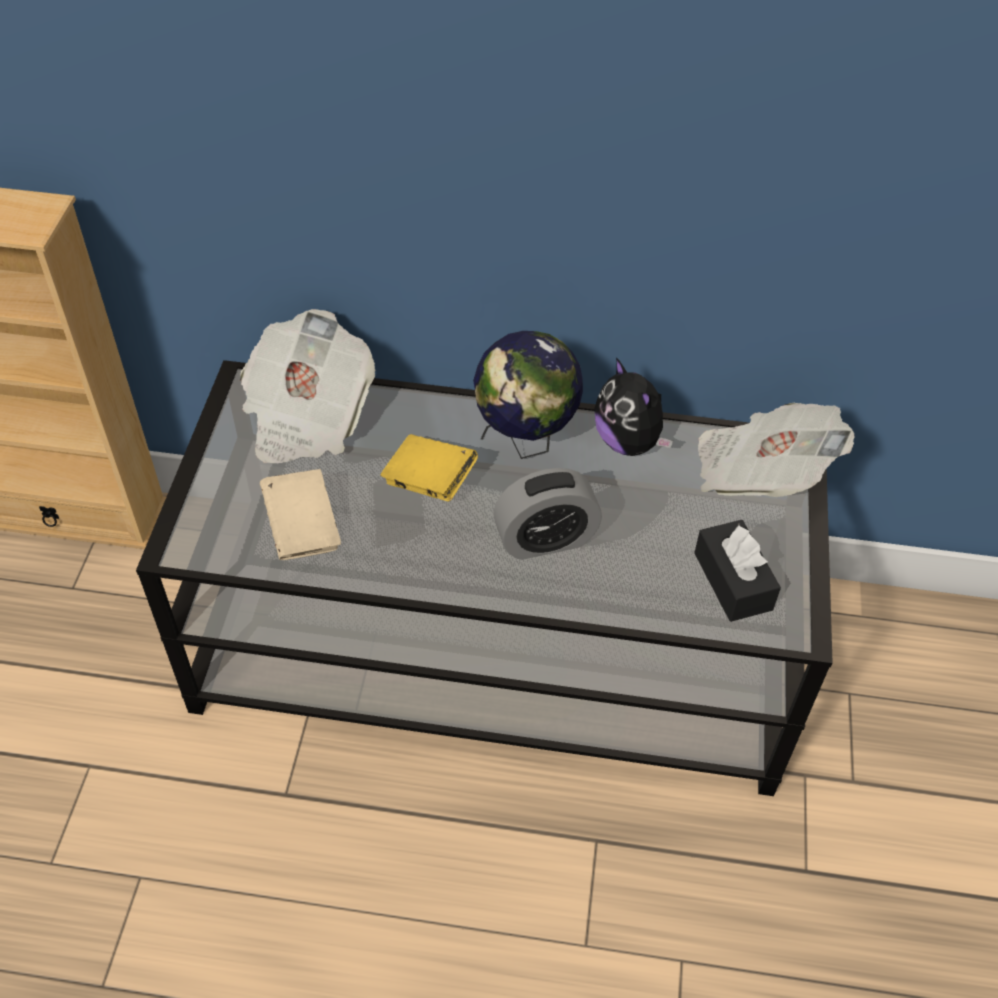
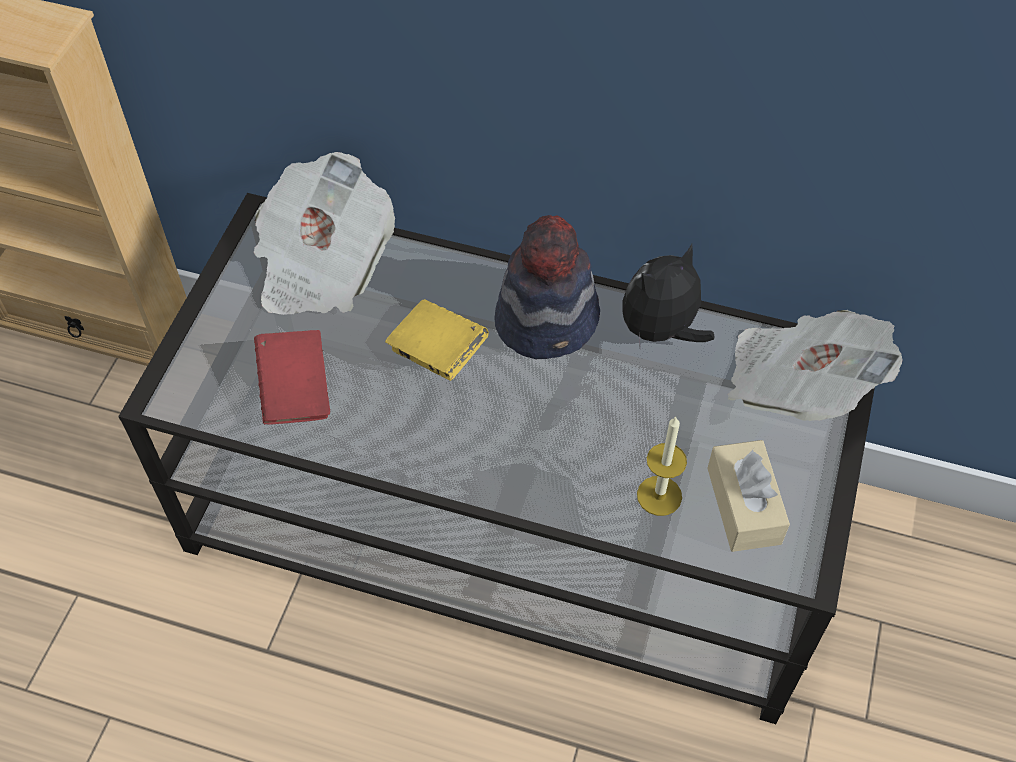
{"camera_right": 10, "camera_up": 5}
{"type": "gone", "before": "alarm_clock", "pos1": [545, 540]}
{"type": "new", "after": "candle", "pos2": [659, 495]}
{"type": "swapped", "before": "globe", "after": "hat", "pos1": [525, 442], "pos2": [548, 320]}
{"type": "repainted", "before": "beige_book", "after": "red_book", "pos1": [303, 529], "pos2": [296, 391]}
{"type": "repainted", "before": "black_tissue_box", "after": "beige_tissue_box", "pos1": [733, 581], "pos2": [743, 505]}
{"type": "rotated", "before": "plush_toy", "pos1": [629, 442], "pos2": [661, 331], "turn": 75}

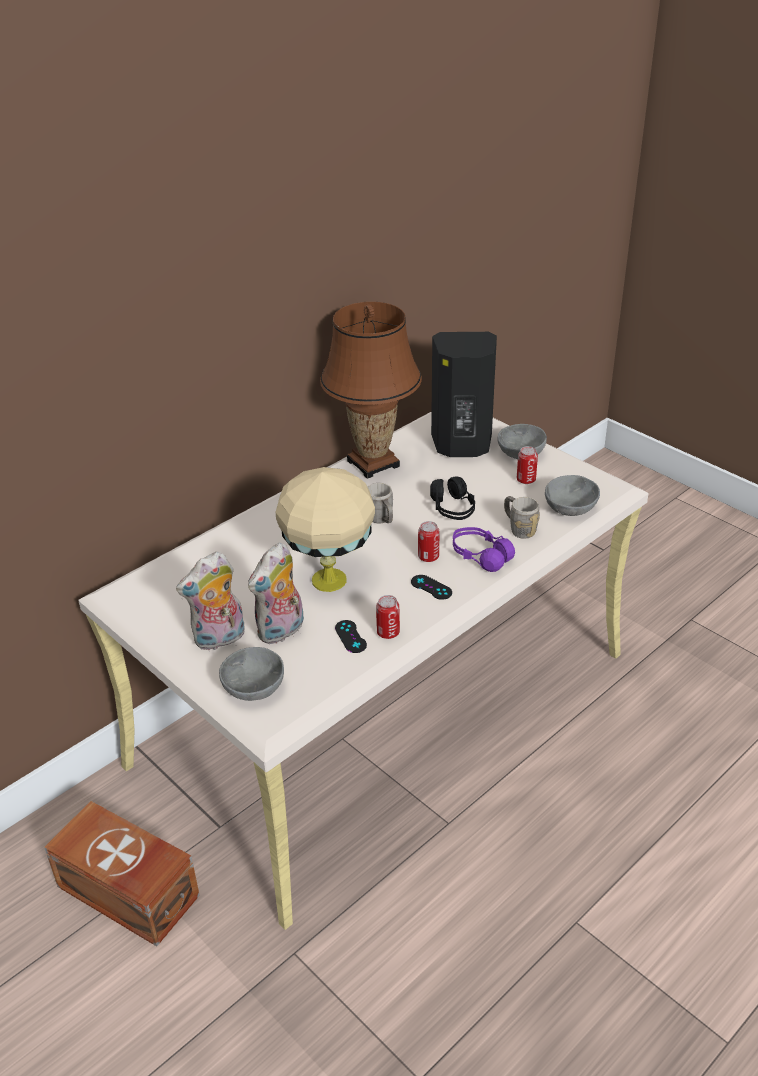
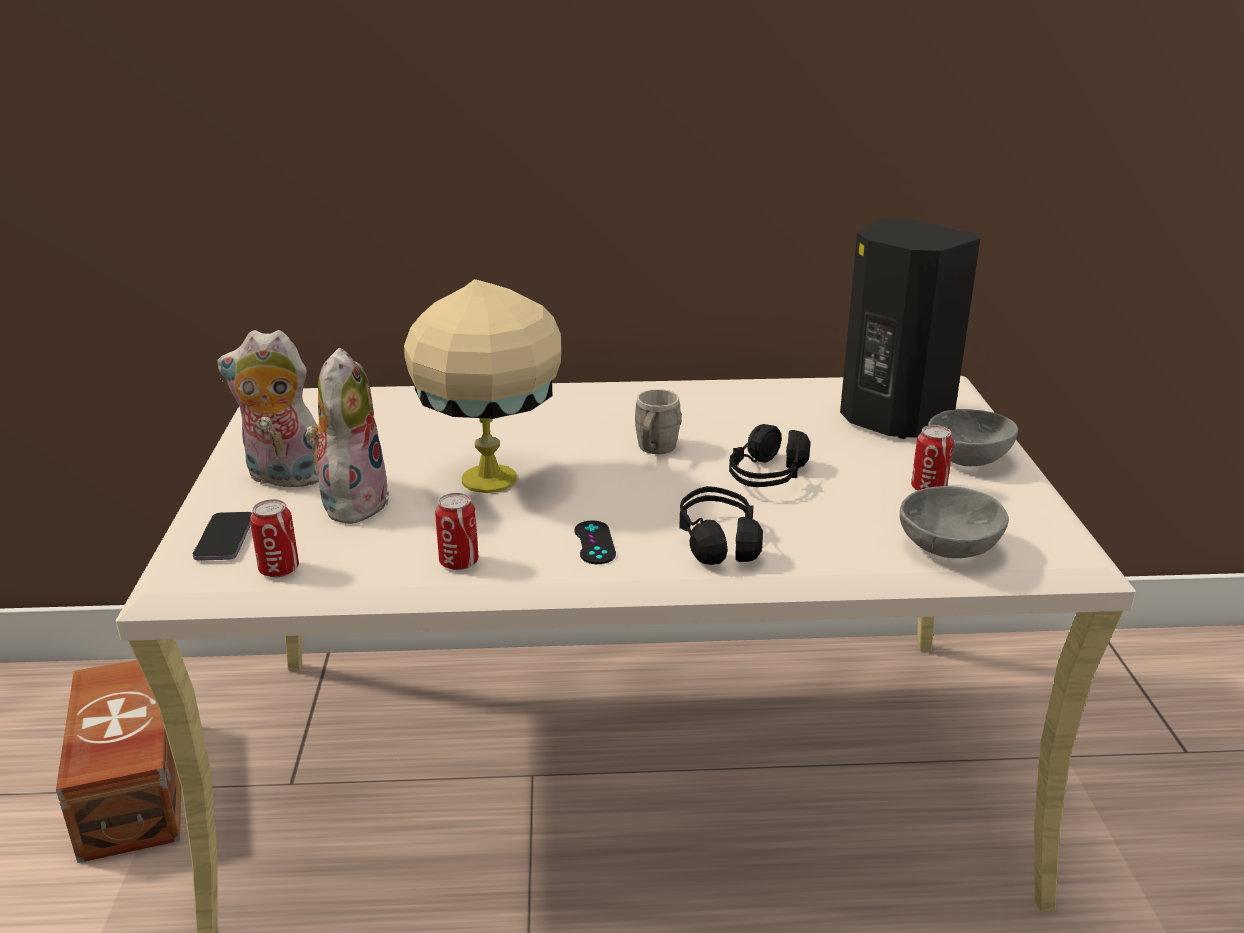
{"camera_right": 40, "camera_up": -10}
{"type": "gone", "before": "brown_table_lamp", "pos1": [373, 463]}
{"type": "gone", "before": "black_game_controller", "pos1": [350, 636]}
{"type": "gone", "before": "grey_mug", "pos1": [519, 528]}
{"type": "shifted", "before": "can", "pos1": [428, 557], "pos2": [279, 569]}
{"type": "swapped", "before": "grey_bowl", "after": "phone", "pos1": [253, 689], "pos2": [225, 539]}
{"type": "repainted", "before": "purple_headphones", "after": "black_headphones", "pos1": [480, 556], "pos2": [718, 541]}
{"type": "rotated", "before": "plush_toy", "pos1": [281, 631], "pos2": [352, 501], "turn": 105}

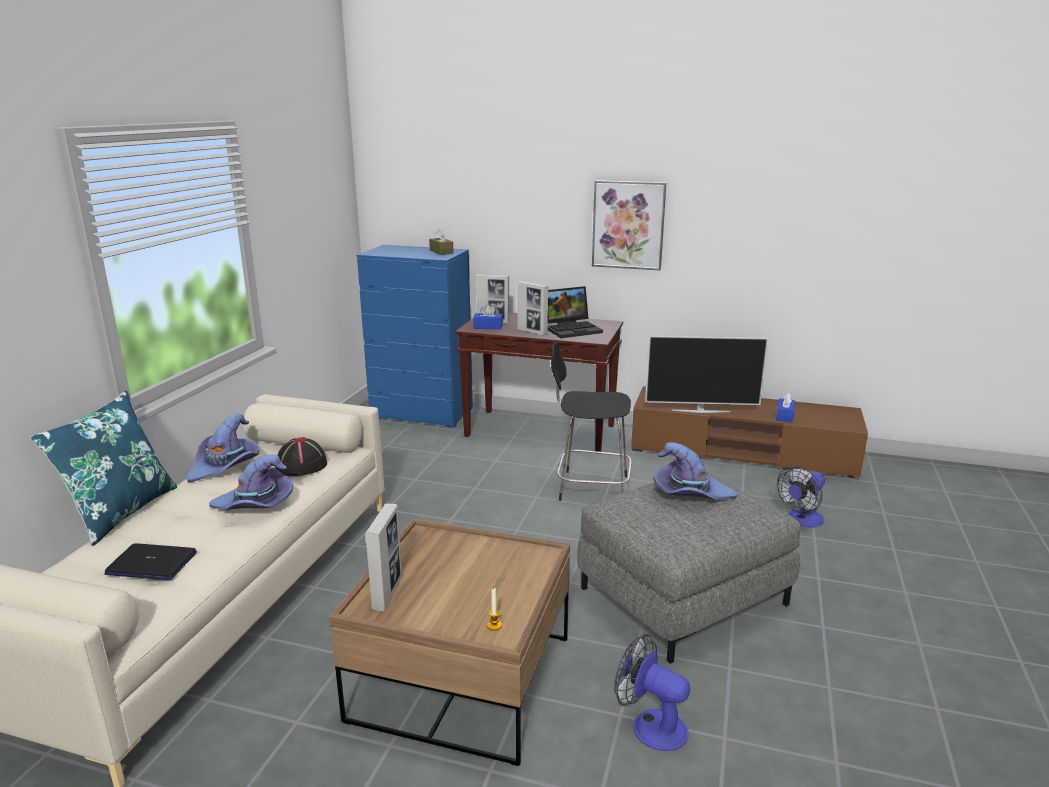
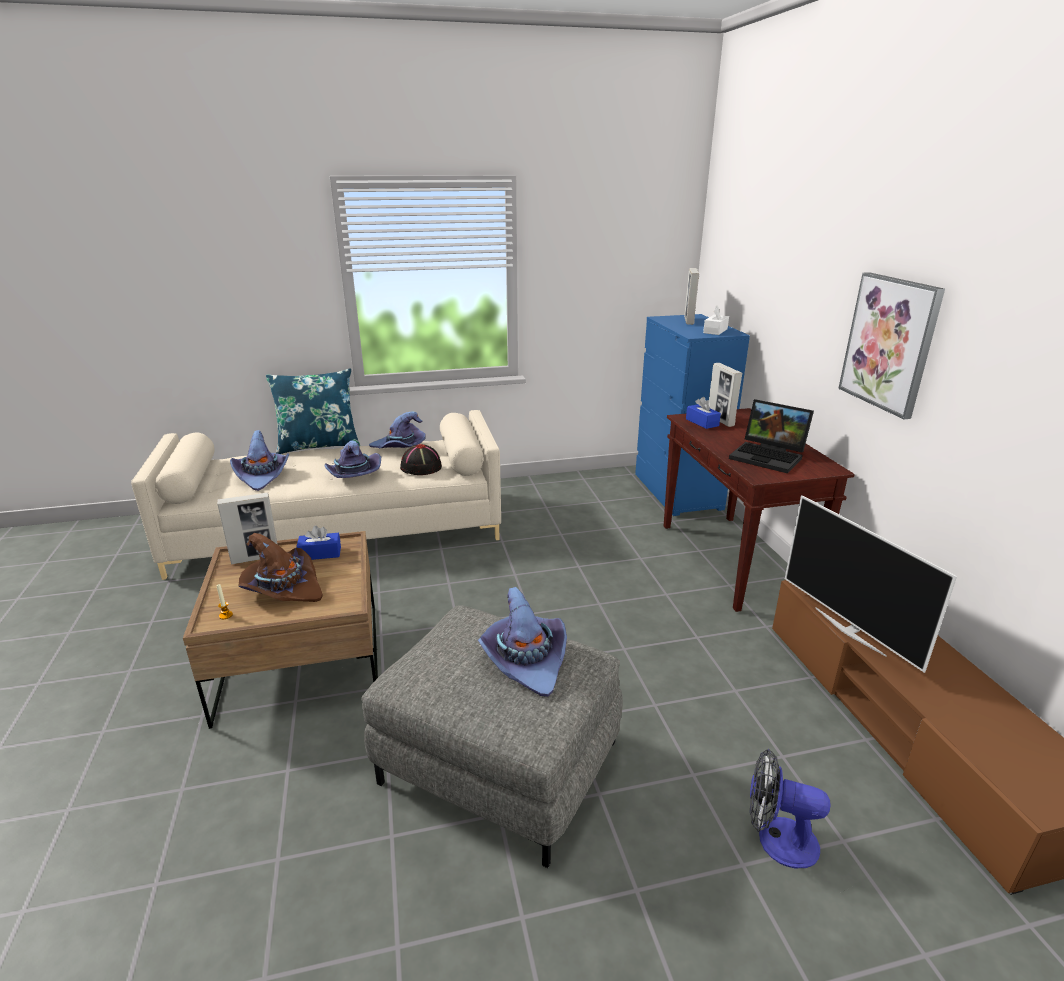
{"camera_right": 60, "camera_up": 5}
{"type": "gone", "before": "black_stool", "pos1": [590, 487]}
{"type": "gone", "before": "fan", "pos1": [650, 725]}
{"type": "new", "after": "brown_hat", "pos2": [283, 588]}
{"type": "shifted", "before": "picture_frame", "pos1": [532, 332], "pos2": [689, 321]}
{"type": "shifted", "before": "blue_tissue_box", "pos1": [784, 416], "pos2": [320, 553]}
{"type": "swapped", "before": "laptop", "after": "purple_hat", "pos1": [151, 564], "pos2": [262, 475]}
{"type": "repainted", "before": "brown_tissue_box", "after": "white_tissue_box", "pos1": [441, 252], "pos2": [715, 331]}

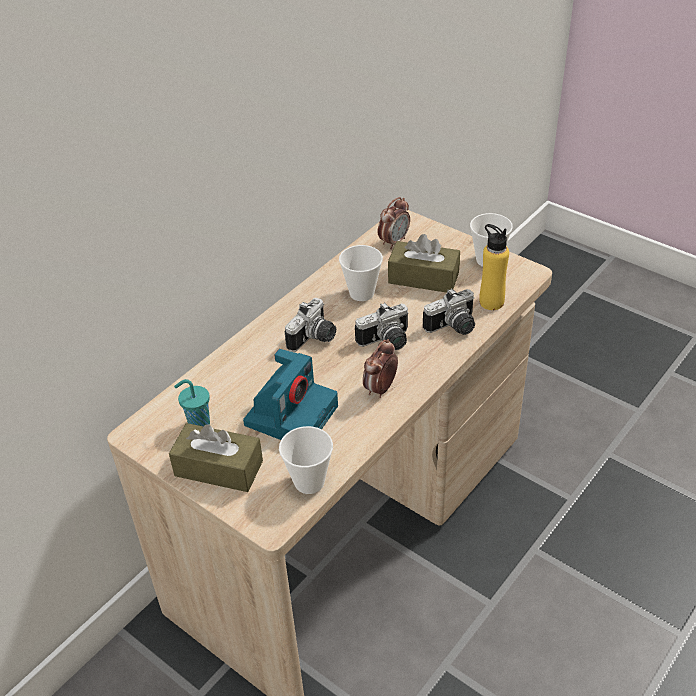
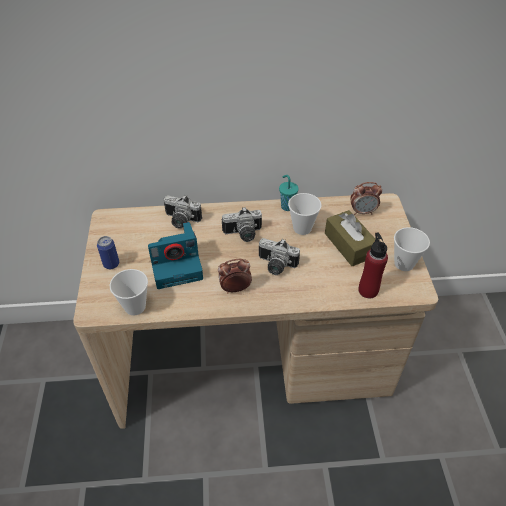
{"camera_right": 45, "camera_up": 5}
{"type": "shifted", "before": "turquoise_cup", "pos1": [198, 424], "pos2": [287, 206]}
{"type": "shifted", "before": "photo_camera", "pos1": [453, 327], "pos2": [180, 221]}
{"type": "swapped", "before": "brown_tissue_box", "after": "can", "pos1": [218, 468], "pos2": [111, 264]}
{"type": "repainted", "before": "yellow_bottle", "after": "red_bottle", "pos1": [491, 302], "pos2": [368, 290]}

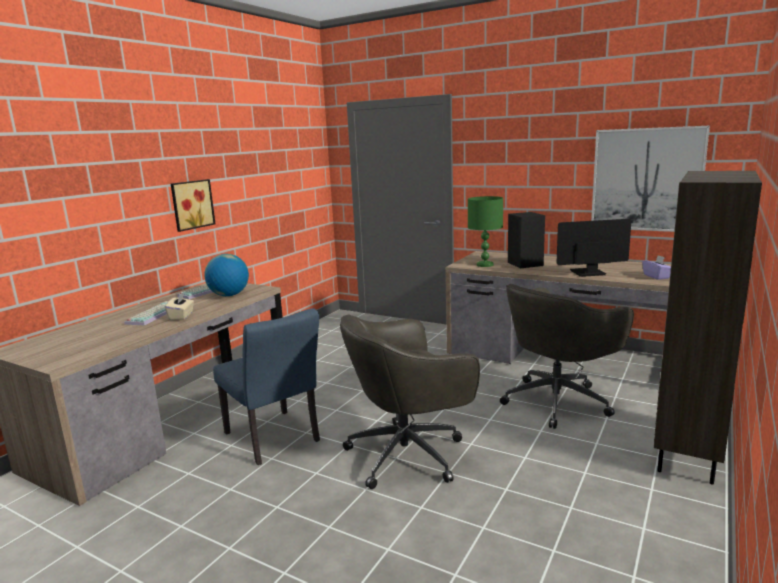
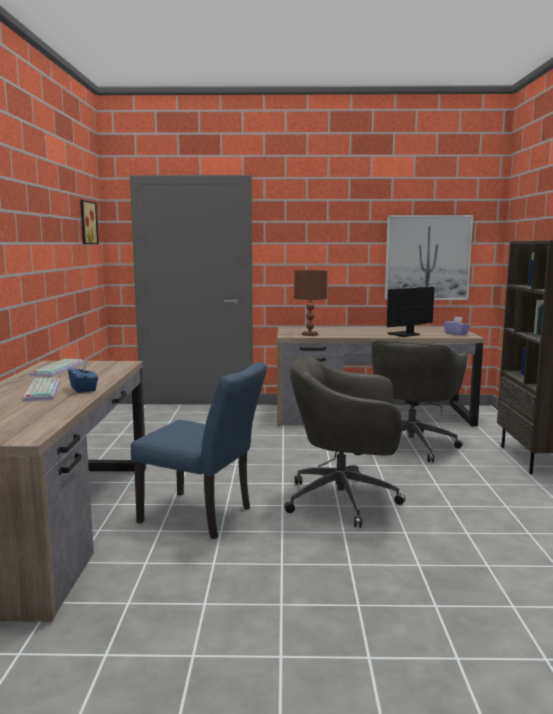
{"camera_right": -30, "camera_up": -5}
{"type": "gone", "before": "globe", "pos1": [229, 295]}
{"type": "gone", "before": "black_speaker", "pos1": [525, 264]}
{"type": "shifted", "before": "picture", "pos1": [191, 204], "pos2": [86, 222]}
{"type": "repainted", "before": "beige_tissue_box", "after": "blue_tissue_box", "pos1": [181, 316], "pos2": [84, 389]}
{"type": "repainted", "before": "green_table_lamp", "after": "brown_table_lamp", "pos1": [485, 265], "pos2": [310, 334]}
{"type": "rotated", "before": "grey_office_chair", "pos1": [409, 454], "pos2": [345, 500], "turn": 60}

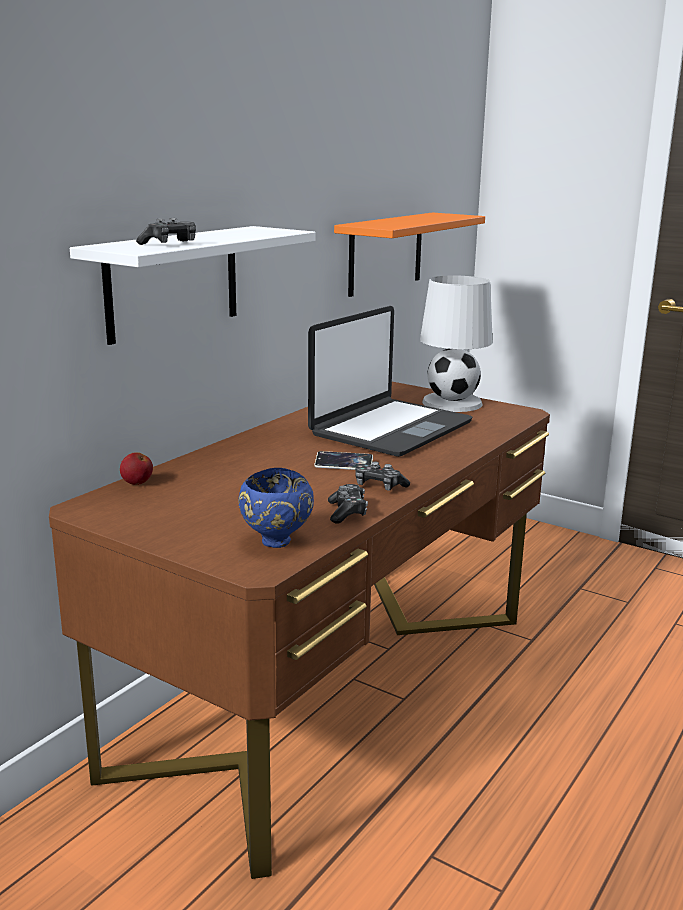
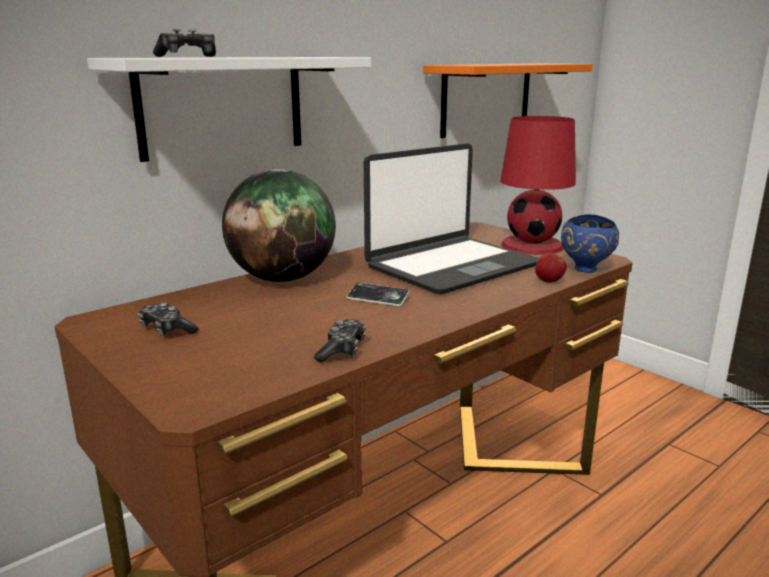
{"camera_right": 15, "camera_up": 0}
{"type": "new", "after": "globe", "pos2": [282, 278]}
{"type": "shifted", "before": "apple", "pos1": [137, 483], "pos2": [549, 281]}
{"type": "shifted", "before": "blue_bowl", "pos1": [276, 543], "pos2": [586, 270]}
{"type": "shifted", "before": "game_controller", "pos1": [379, 486], "pos2": [167, 330]}
{"type": "repainted", "before": "white_table_lamp", "after": "red_table_lamp", "pos1": [452, 402], "pos2": [532, 245]}

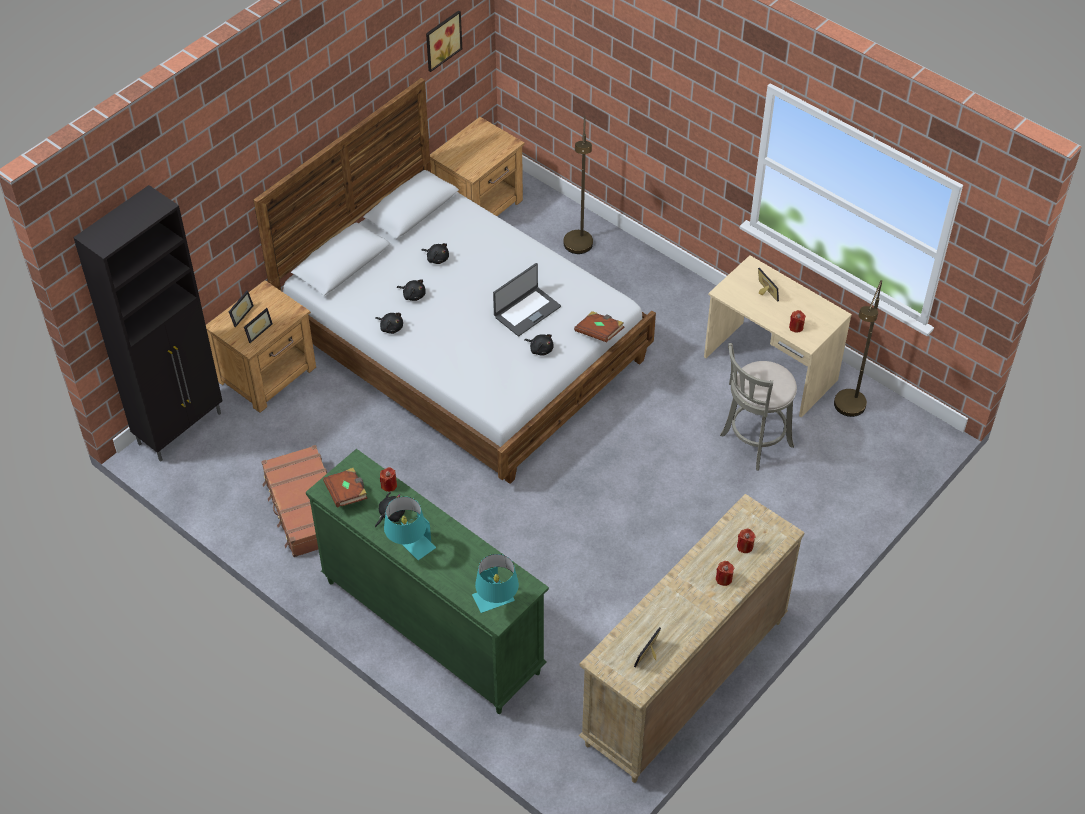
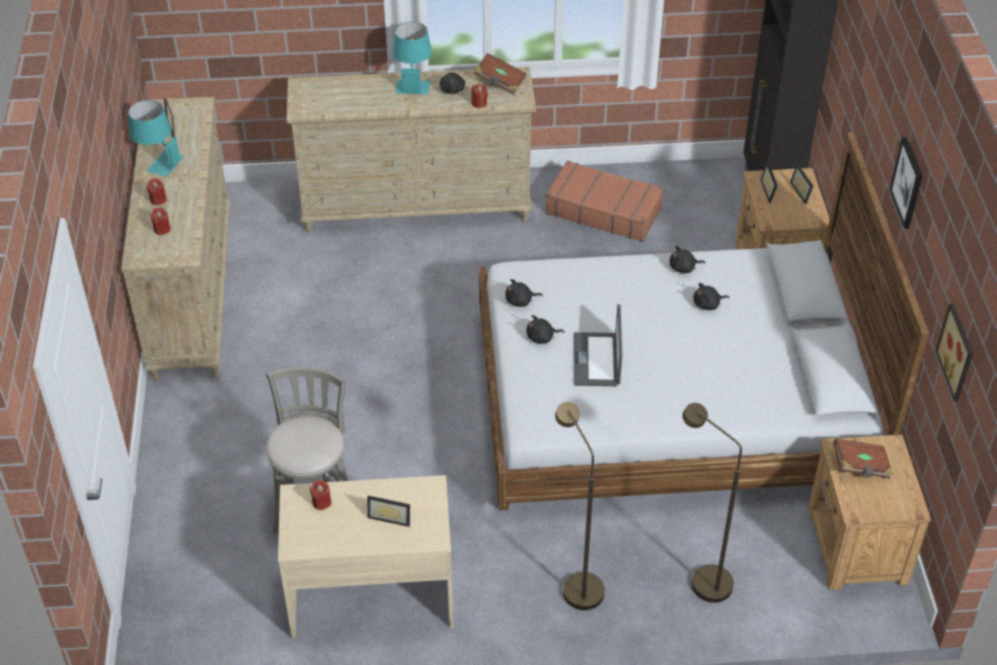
{"camera_right": 135, "camera_up": -5}
{"type": "new", "after": "picture", "pos2": [908, 182]}
{"type": "shifted", "before": "black_plush_toy", "pos1": [437, 258], "pos2": [520, 301]}
{"type": "shifted", "before": "turquoise_table_lamp", "pos1": [496, 603], "pos2": [158, 161]}
{"type": "shifted", "before": "brown_book", "pos1": [599, 332], "pos2": [861, 467]}
{"type": "shifted", "before": "brown_floor_lamp", "pos1": [848, 411], "pos2": [577, 584]}
{"type": "repainted", "before": "green_dresser", "after": "beige_dresser", "pos1": [431, 626], "pos2": [417, 208]}

